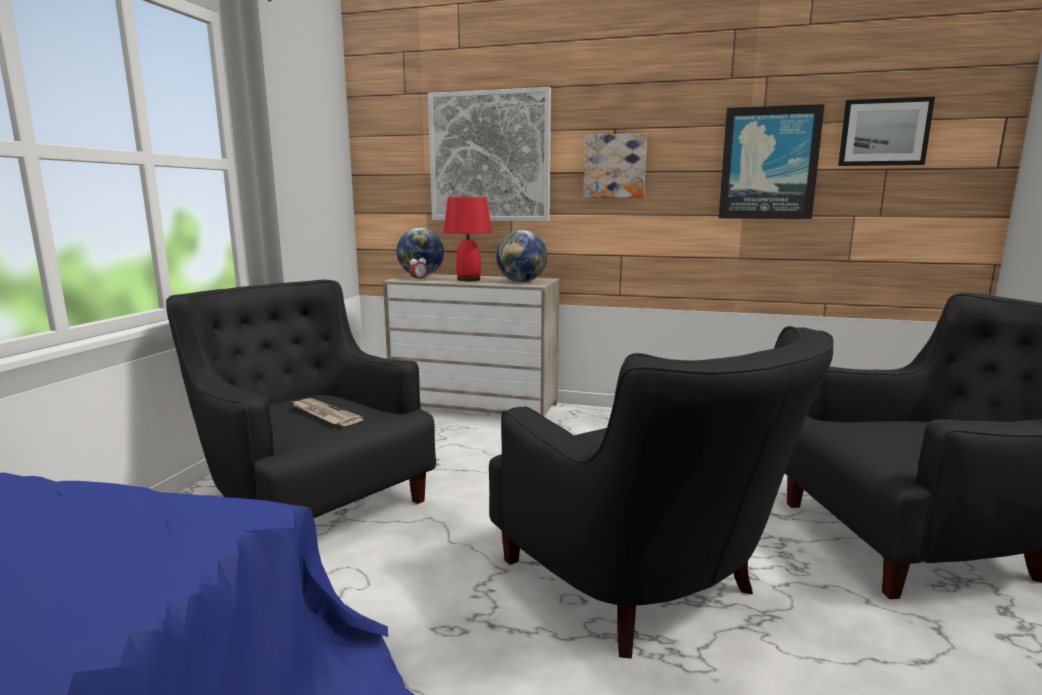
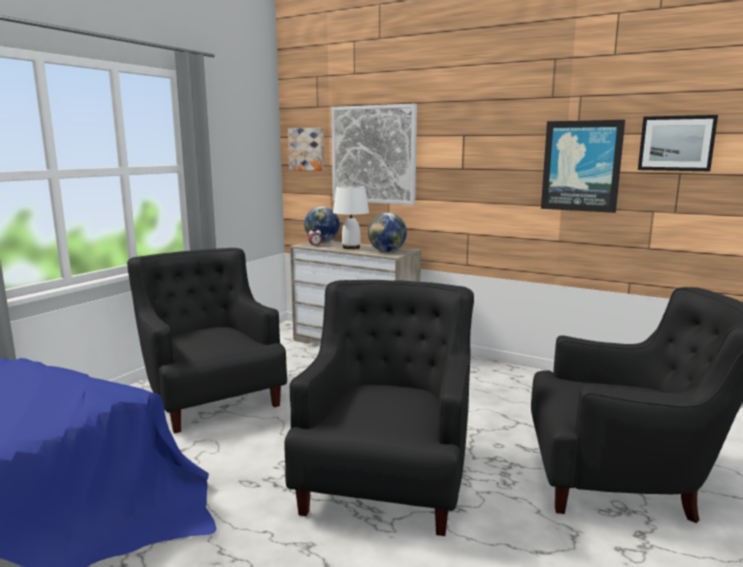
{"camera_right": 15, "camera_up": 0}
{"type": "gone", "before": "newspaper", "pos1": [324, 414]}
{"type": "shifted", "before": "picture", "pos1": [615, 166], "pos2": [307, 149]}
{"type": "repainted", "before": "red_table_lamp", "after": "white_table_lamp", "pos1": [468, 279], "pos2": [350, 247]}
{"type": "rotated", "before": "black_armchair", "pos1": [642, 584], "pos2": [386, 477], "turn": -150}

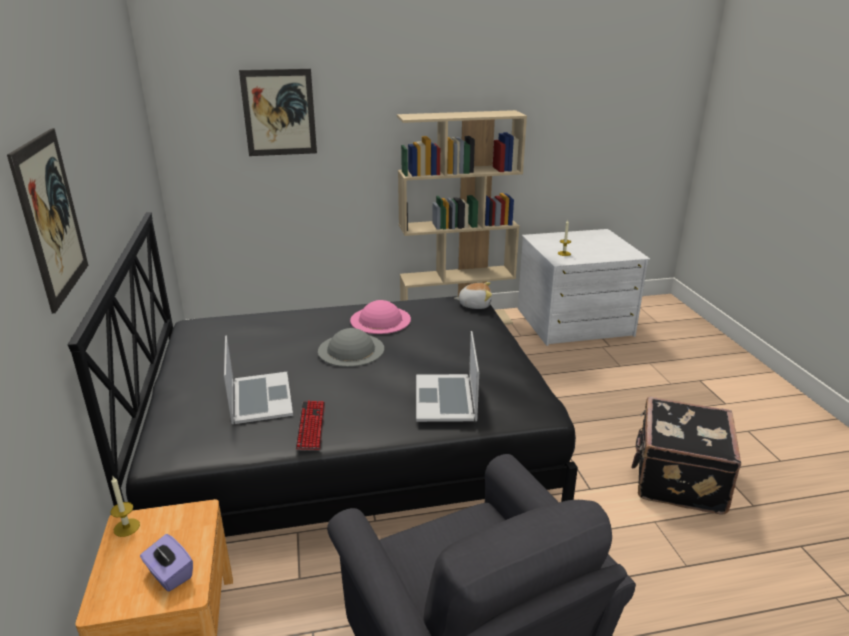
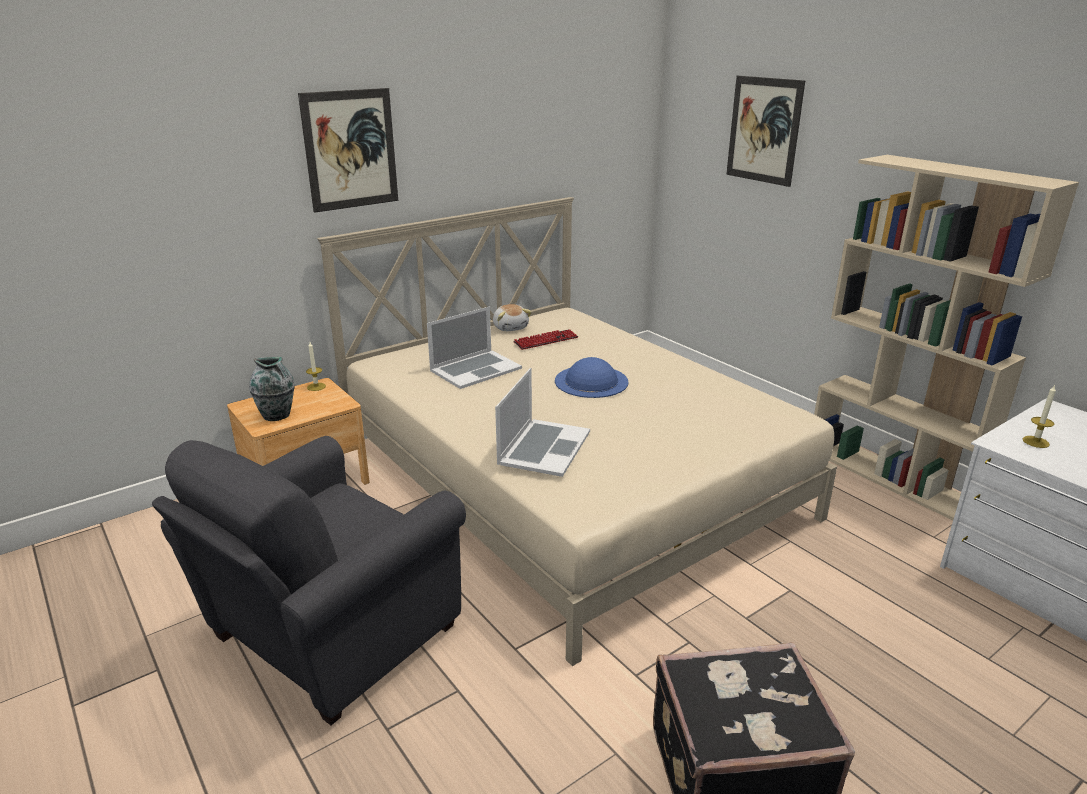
{"camera_right": 65, "camera_up": 0}
{"type": "gone", "before": "pink_hat", "pos1": [380, 319]}
{"type": "shifted", "before": "keyboard", "pos1": [311, 426], "pos2": [546, 340]}
{"type": "shifted", "before": "plush_toy", "pos1": [474, 305], "pos2": [510, 327]}
{"type": "swapped", "before": "purple_tissue_box", "after": "vase", "pos1": [169, 574], "pos2": [277, 415]}
{"type": "repainted", "before": "black_bed", "after": "beige_bed", "pos1": [349, 445], "pos2": [567, 480]}
{"type": "repainted", "before": "grey_hat", "after": "blue_hat", "pos1": [351, 349], "pos2": [591, 381]}
{"type": "rotated", "before": "laptop", "pos1": [446, 398], "pos2": [544, 447], "turn": 135}

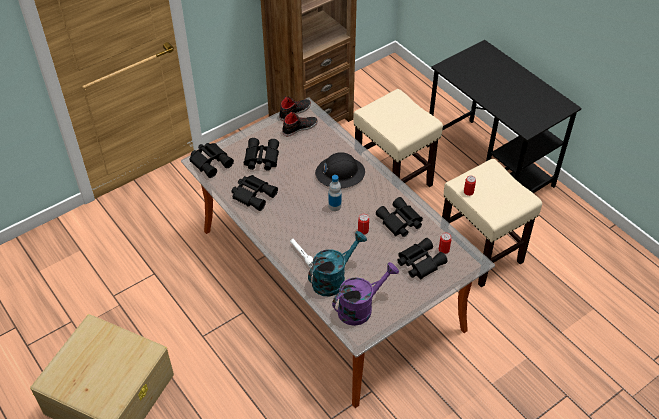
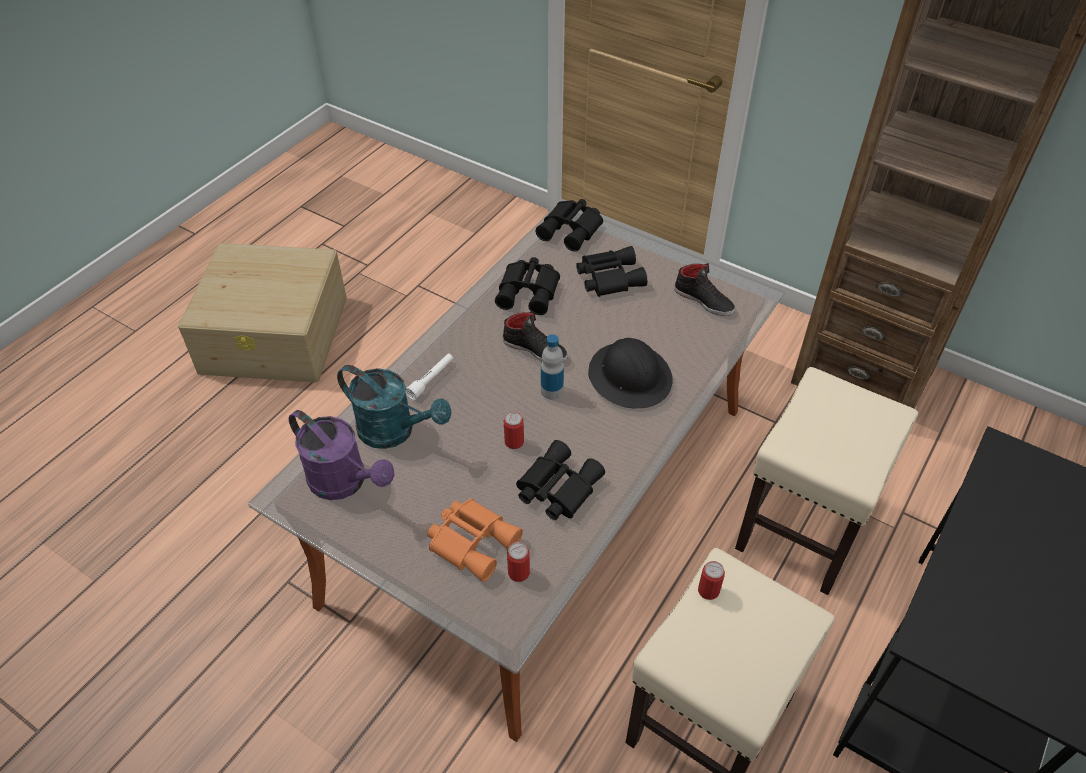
{"camera_right": 70, "camera_up": 0}
{"type": "shifted", "before": "black_shoe", "pos1": [294, 111], "pos2": [535, 349]}
{"type": "repainted", "before": "black_binoculars", "after": "orange_binoculars", "pos1": [419, 262], "pos2": [473, 540]}

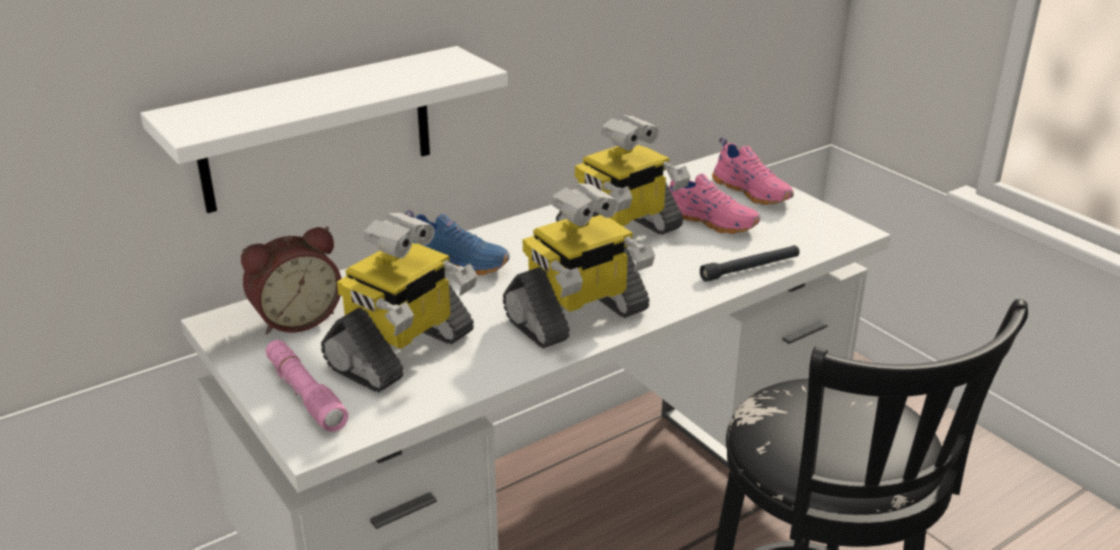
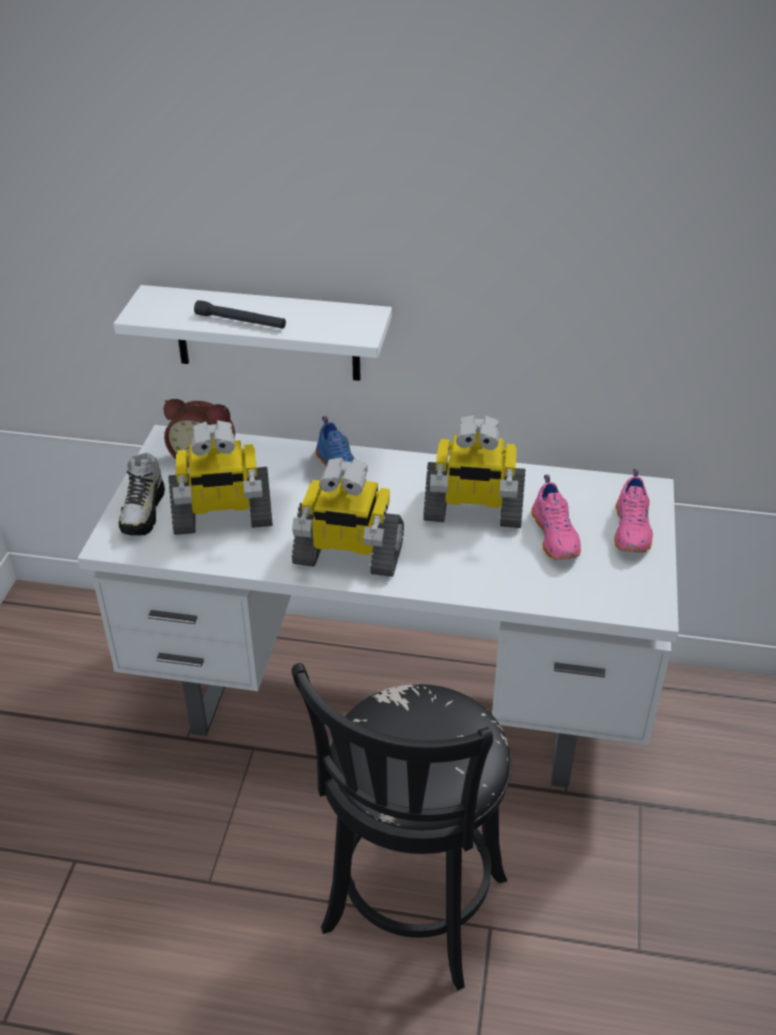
{"camera_right": 45, "camera_up": 10}
{"type": "shifted", "before": "black_flashlight", "pos1": [750, 269], "pos2": [241, 321]}
{"type": "swapped", "before": "pink_flashlight", "after": "shoe", "pos1": [305, 394], "pos2": [143, 512]}

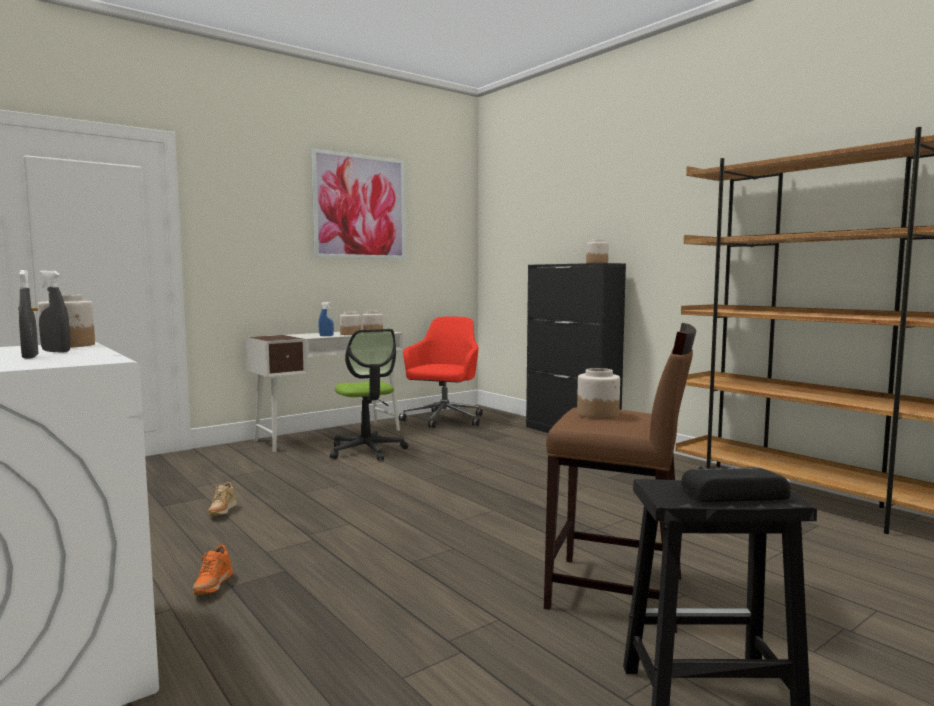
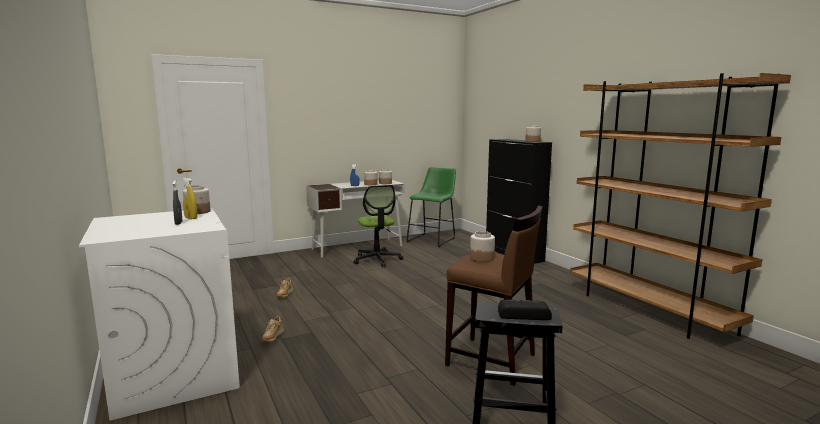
{"camera_right": 10, "camera_up": 5}
{"type": "gone", "before": "picture", "pos1": [360, 207]}
{"type": "swapped", "before": "red_office_chair", "after": "green_stool", "pos1": [443, 420], "pos2": [433, 239]}
{"type": "repainted", "before": "grey_spray_bottle", "after": "yellow_spray_bottle", "pos1": [56, 351], "pos2": [191, 218]}
{"type": "repainted", "before": "orange_shoe", "after": "beige_shoe", "pos1": [212, 587], "pos2": [272, 338]}

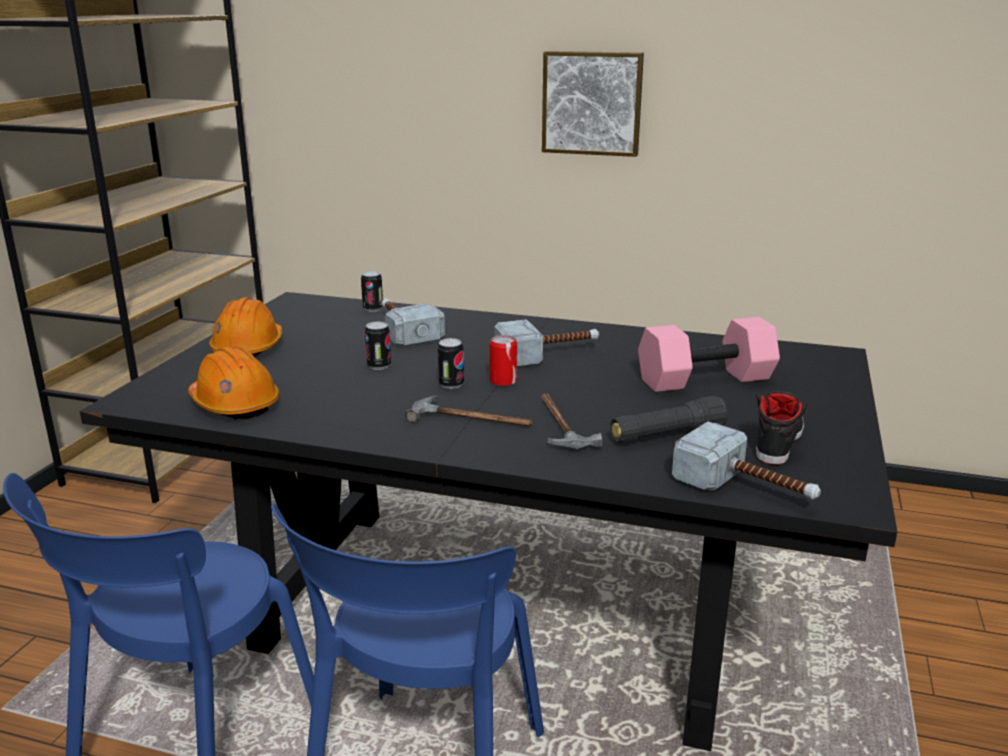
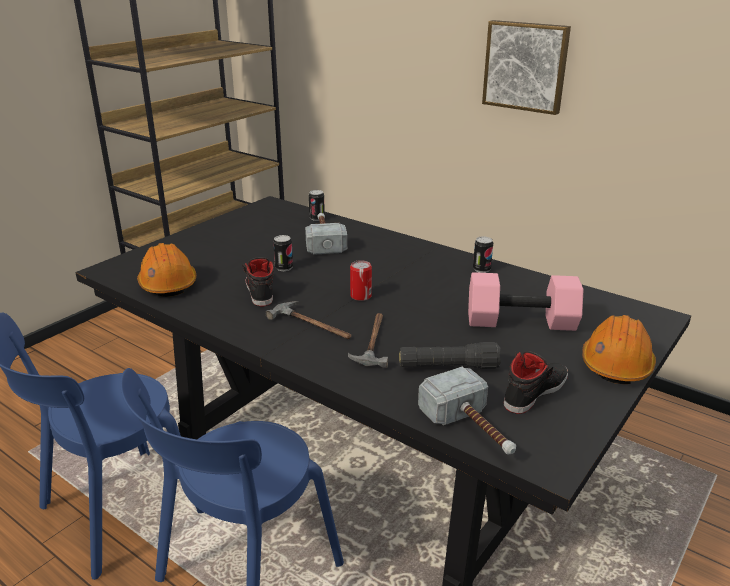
{"camera_right": 20, "camera_up": 5}
{"type": "gone", "before": "hammer", "pos1": [548, 354]}
{"type": "new", "after": "black_shoe", "pos2": [260, 289]}
{"type": "shifted", "before": "orange_hard_hat", "pos1": [248, 348], "pos2": [616, 364]}
{"type": "shifted", "before": "can", "pos1": [451, 385], "pos2": [481, 269]}

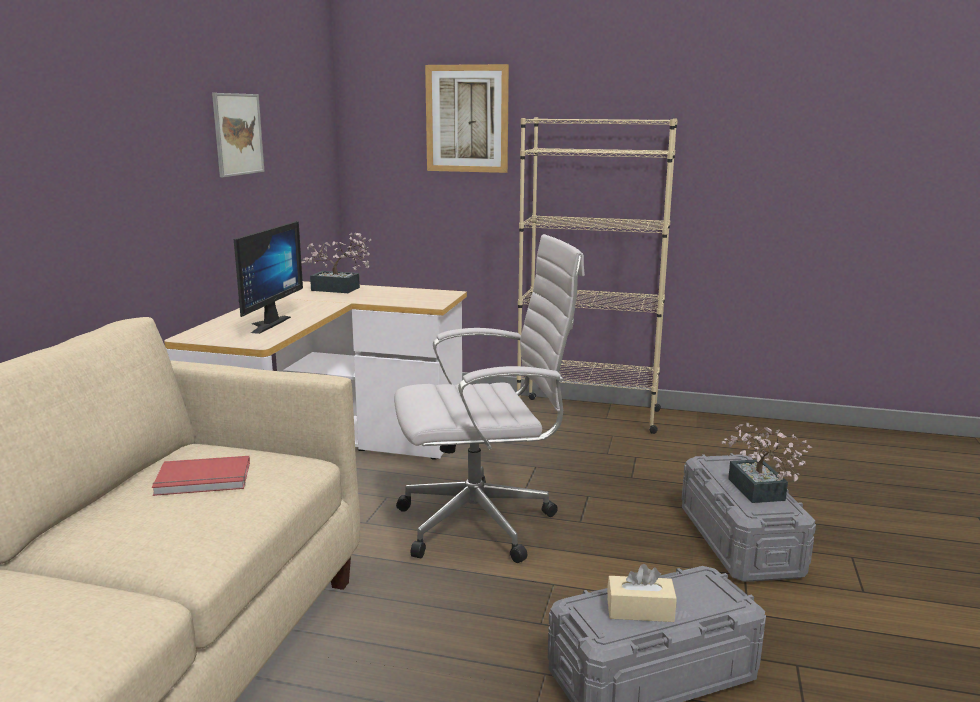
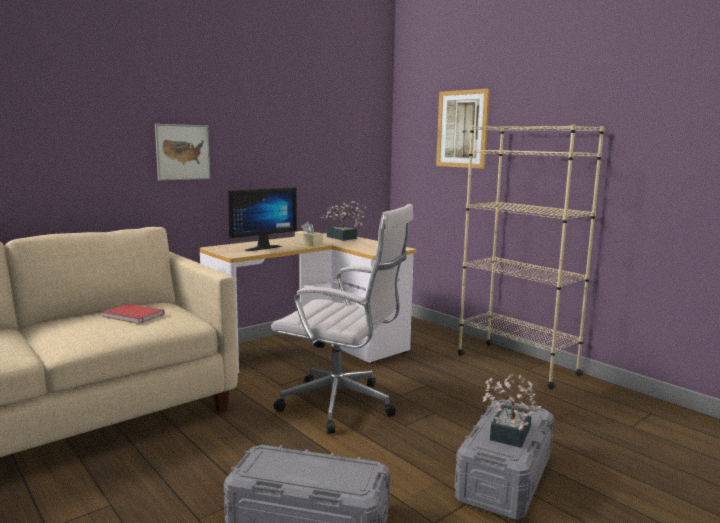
{"camera_right": 35, "camera_up": -5}
{"type": "shifted", "before": "picture", "pos1": [238, 134], "pos2": [183, 152]}
{"type": "shifted", "before": "beige_tissue_box", "pos1": [640, 610], "pos2": [308, 243]}

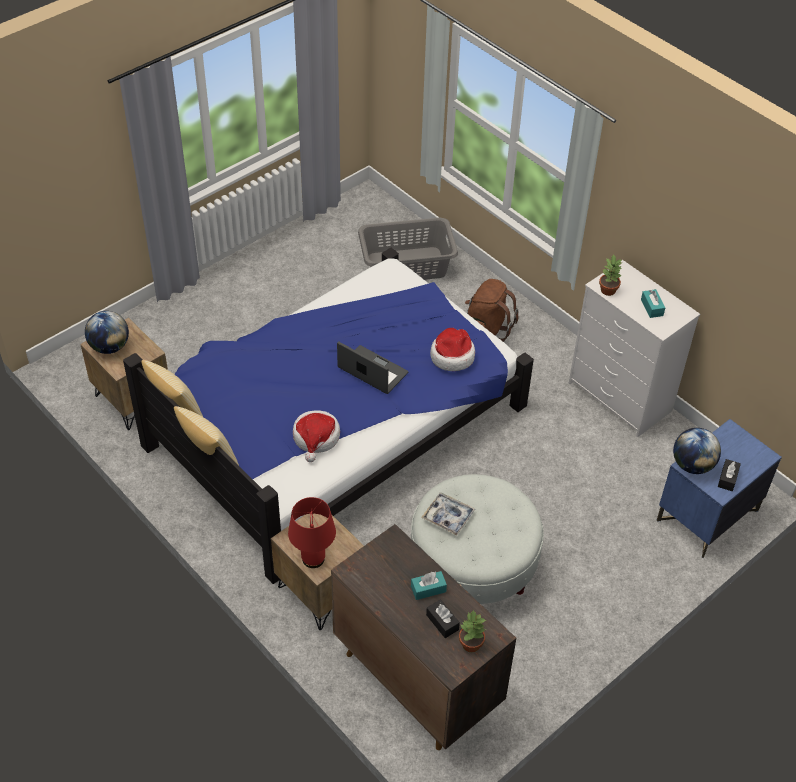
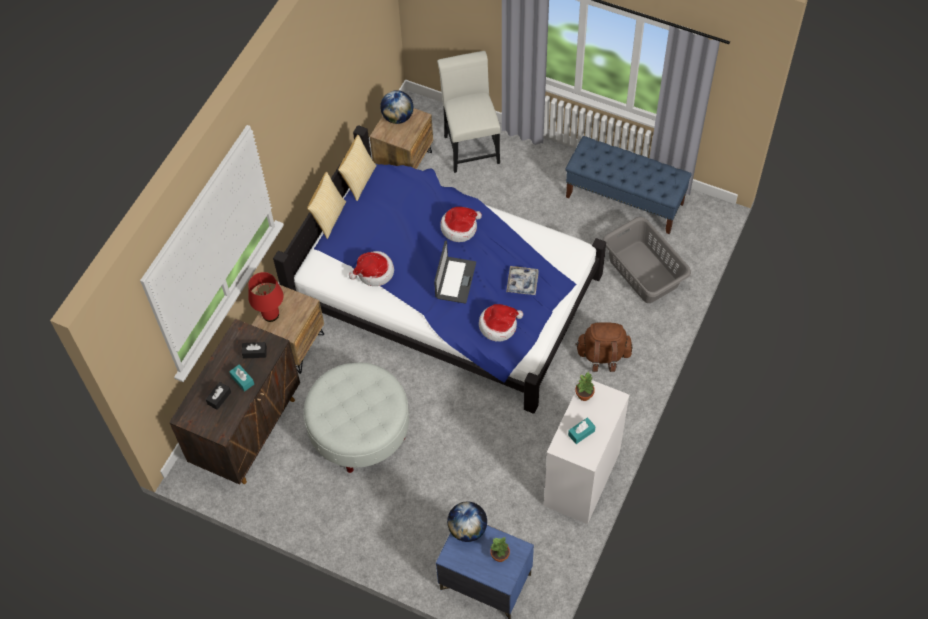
{"camera_right": 70, "camera_up": 10}
{"type": "new", "after": "white_chair", "pos2": [470, 145]}
{"type": "new", "after": "hat", "pos2": [460, 227]}
{"type": "new", "after": "blue_bench", "pos2": [625, 200]}
{"type": "shifted", "before": "tray", "pos1": [448, 517], "pos2": [522, 283]}
{"type": "shifted", "before": "potted_plant", "pos1": [470, 644], "pos2": [499, 555]}
{"type": "shifted", "before": "black_tissue_box", "pos1": [727, 478], "pos2": [255, 352]}

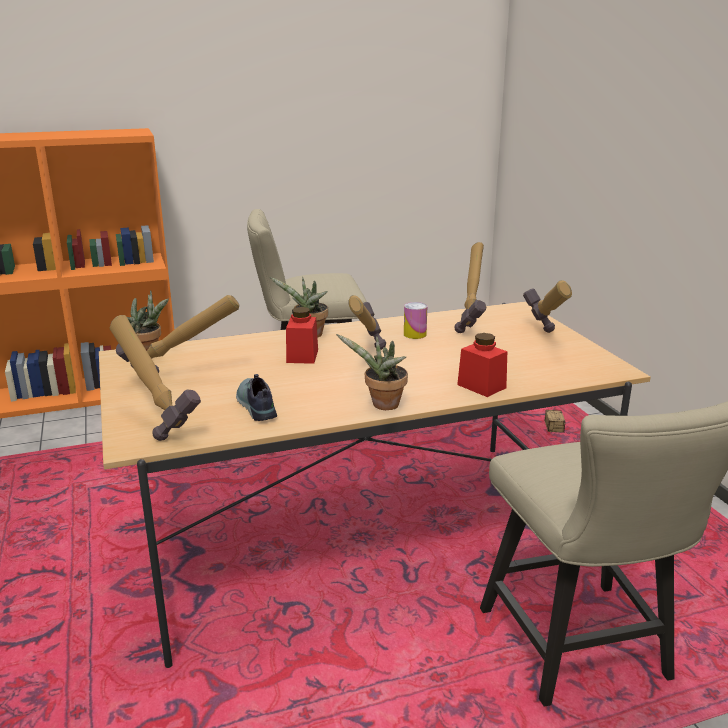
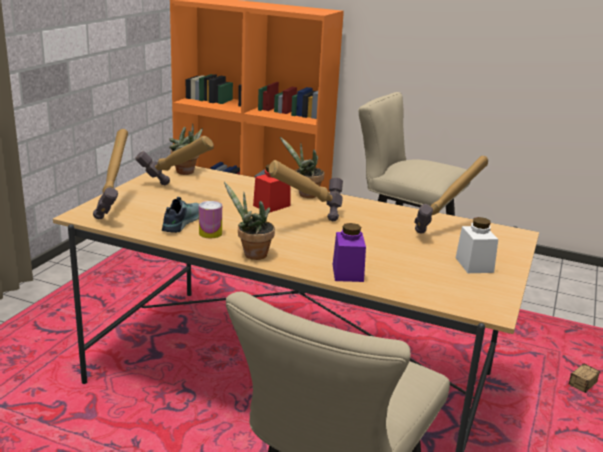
{"camera_right": 40, "camera_up": 0}
{"type": "shifted", "before": "can", "pos1": [415, 334], "pos2": [210, 233]}
{"type": "swapped", "before": "hammer", "after": "white_jar", "pos1": [541, 342], "pos2": [474, 265]}
{"type": "repainted", "before": "red_jar", "after": "purple_jar", "pos1": [481, 386], "pos2": [347, 273]}

